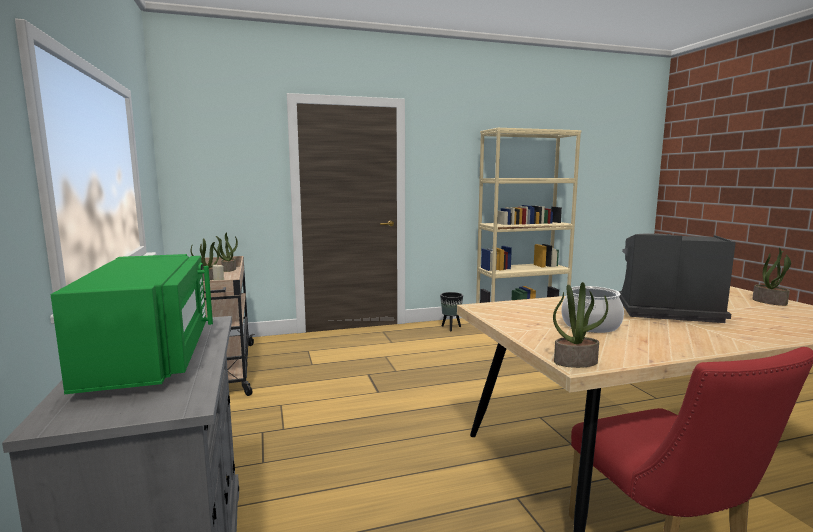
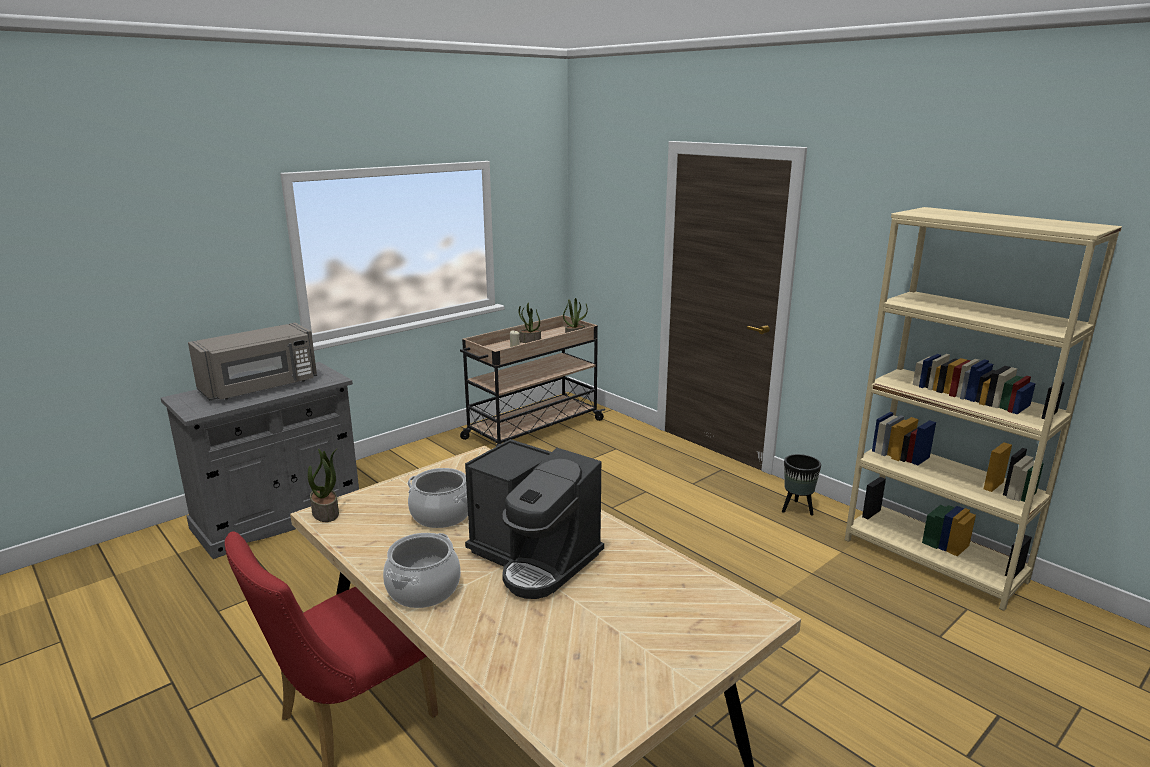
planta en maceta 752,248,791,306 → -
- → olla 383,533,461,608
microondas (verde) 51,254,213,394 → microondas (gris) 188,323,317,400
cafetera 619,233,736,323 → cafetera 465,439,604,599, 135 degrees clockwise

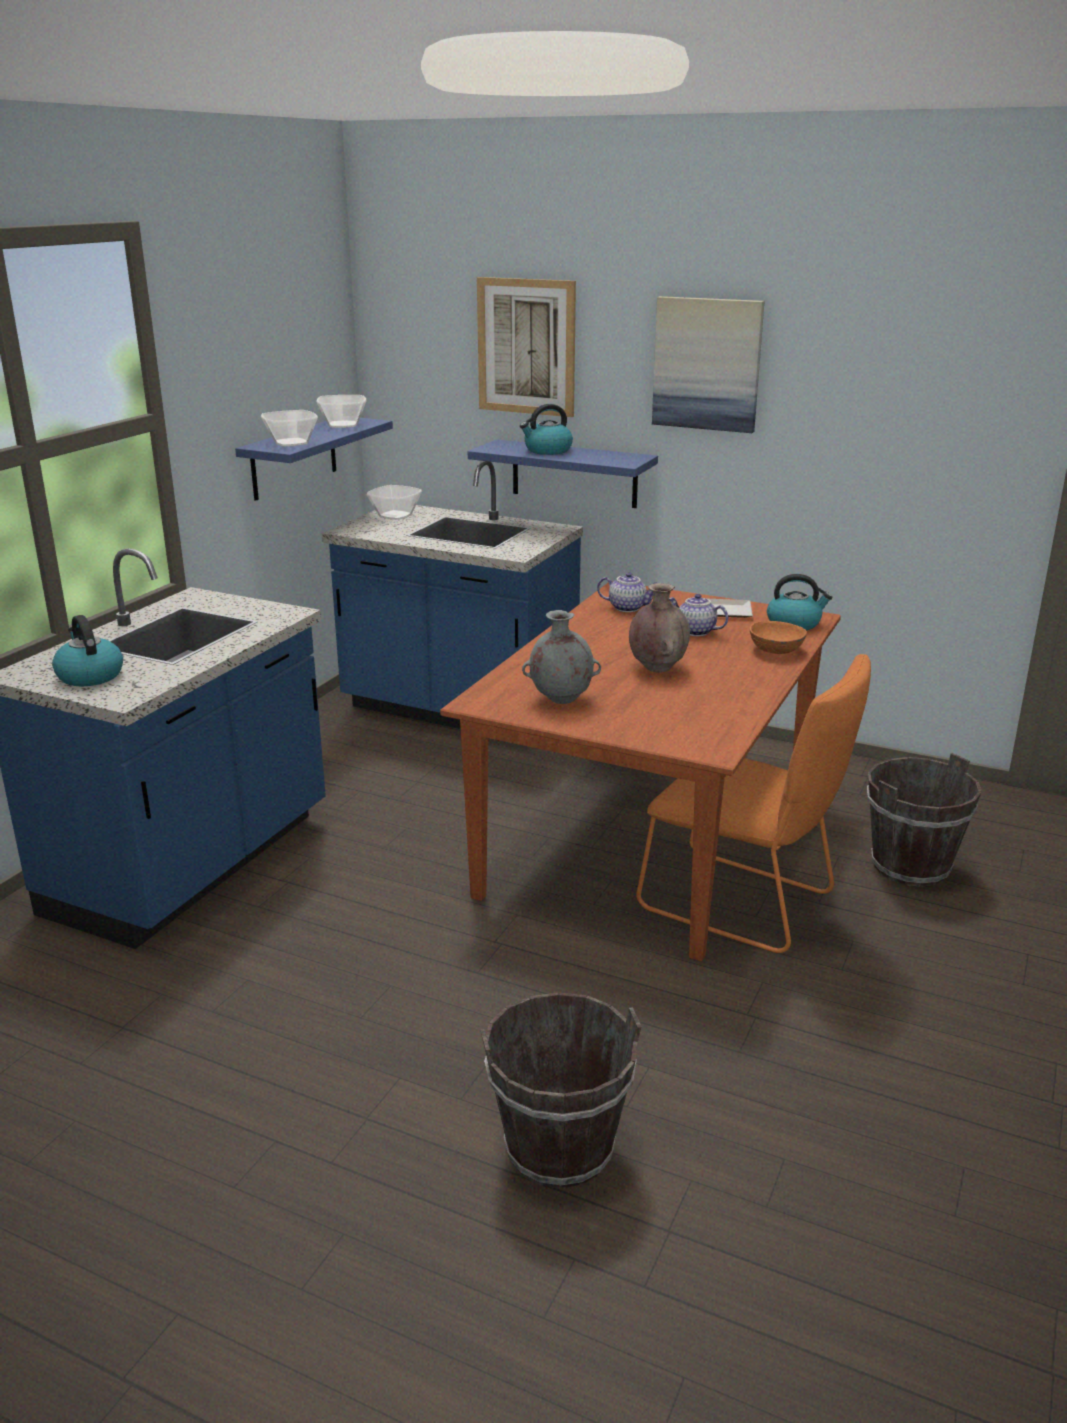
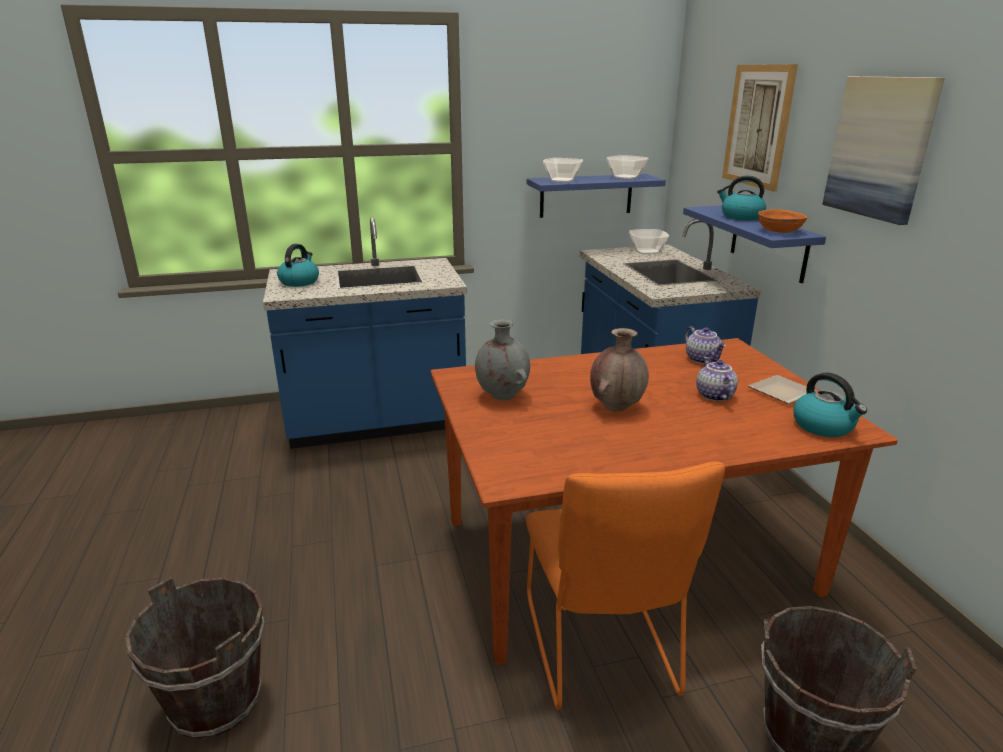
cuenco (naranja) 750,621,807,654 → cuenco (naranja) 758,209,807,233, moved

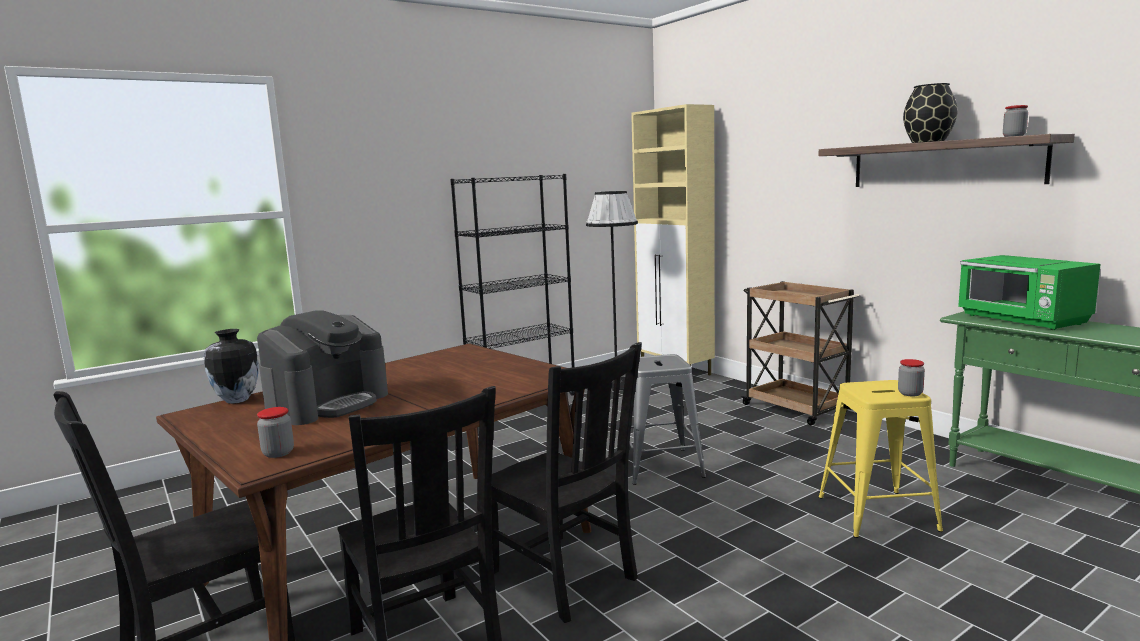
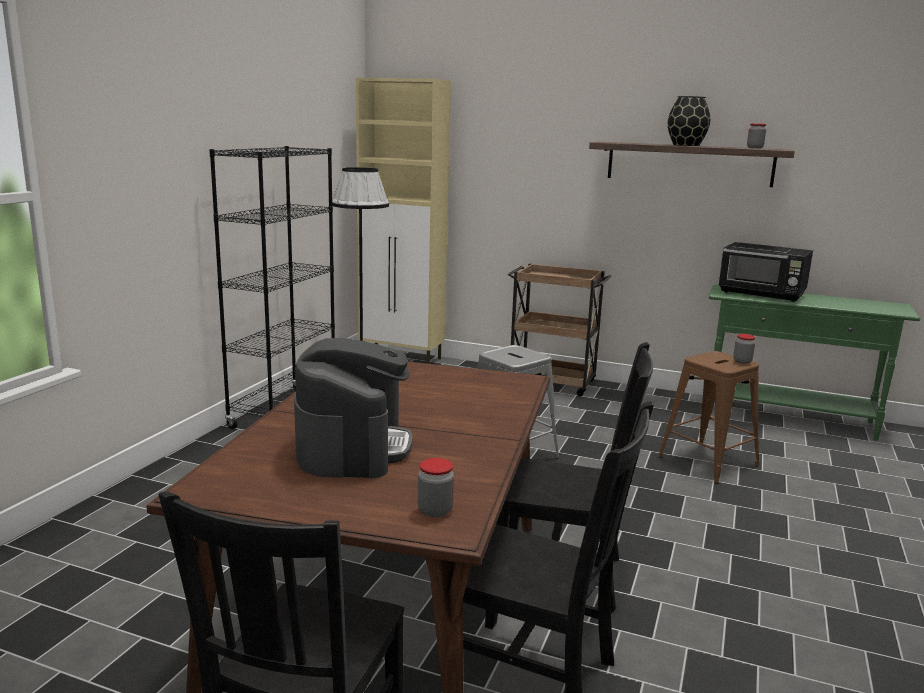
florero 204,329,259,404 → -
taburete (amarillo) 819,380,943,538 → taburete (marrón) 658,351,759,484
microondas (verde) 958,255,1101,330 → microondas (negro) 719,242,813,302

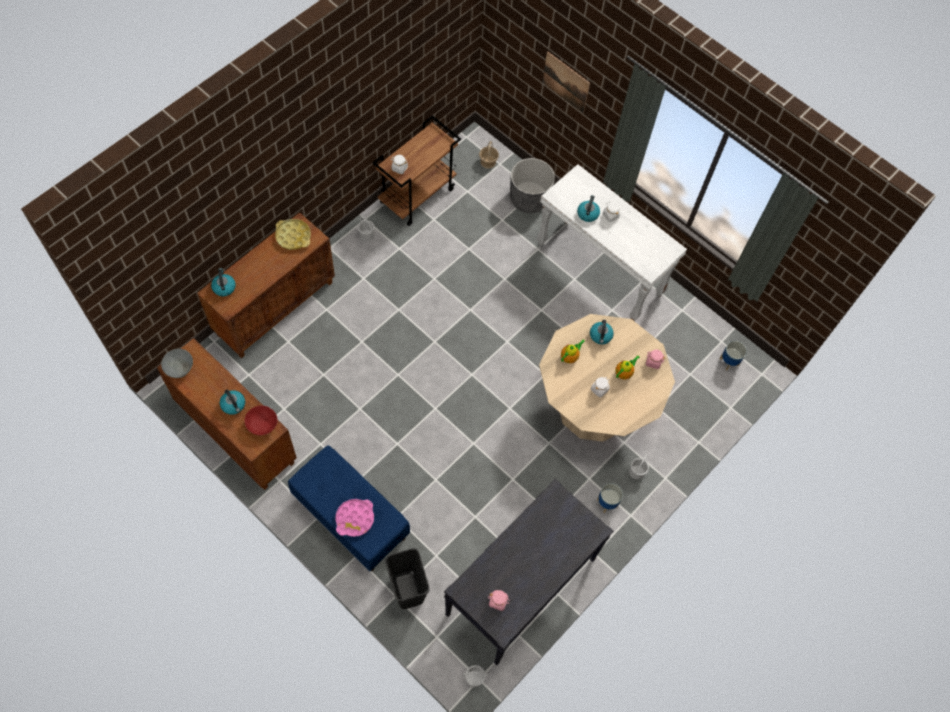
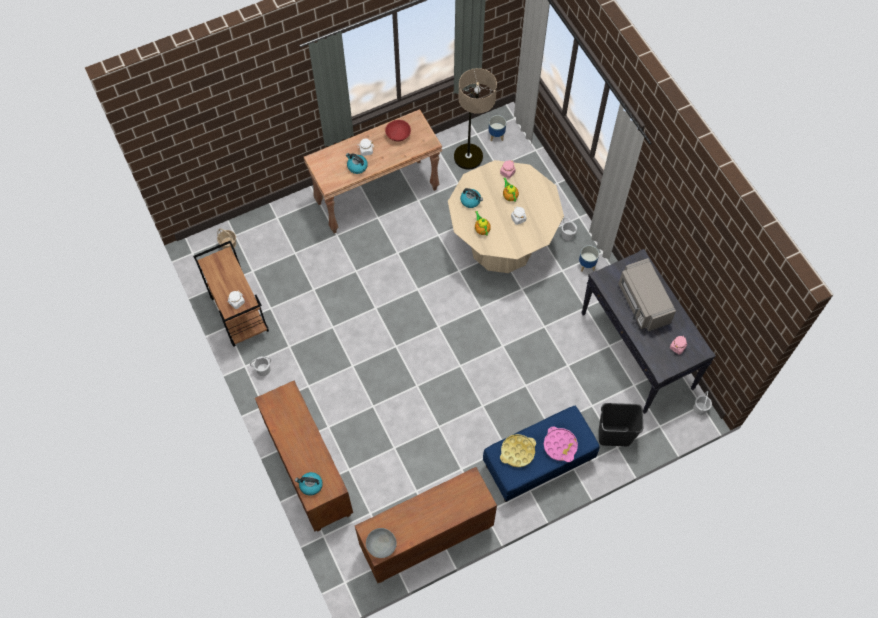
hervidor 220,389,245,415 → -
maceta (gris) 510,158,555,213 → -
cuadro 542,51,590,113 → -
- → lámpara de pie 454,68,497,169
- → microondas (gris) 618,258,676,332
cuenco (rojo) 245,405,278,435 → cuenco (rojo) 385,120,411,142, moved
bandeja (amarillo) 275,219,311,250 → bandeja (amarillo) 500,434,536,467, moved
mesa consola (blanco) 536,164,687,321 → mesa consola (marrón) 304,109,442,233

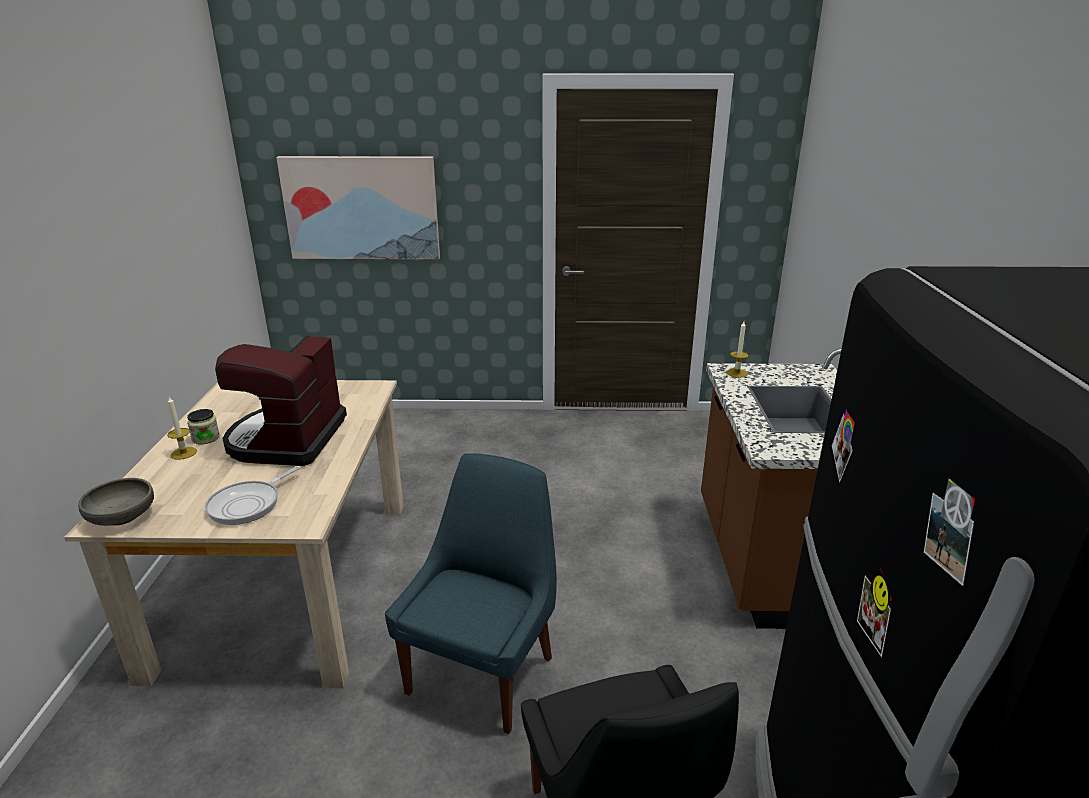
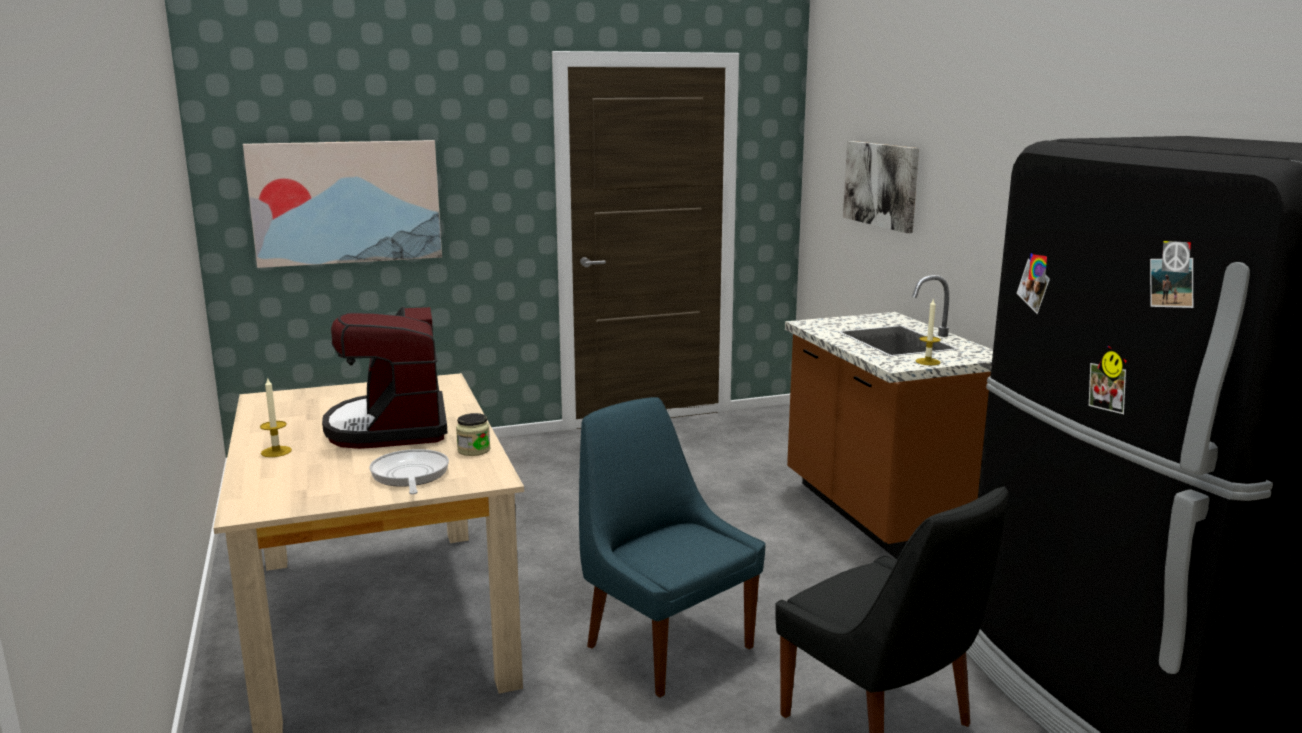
cuenco (gris) 78,478,154,526 → -
- → cuadro 843,141,919,233
tarro 187,409,220,444 → tarro 456,413,490,456, moved
vela 727,321,749,378 → vela 916,298,941,365, moved
sartén 205,466,300,525 → sartén 369,449,449,494, 150 degrees clockwise
silla (azul) 385,453,557,734 → silla (azul) 579,397,766,698, 45 degrees counterclockwise

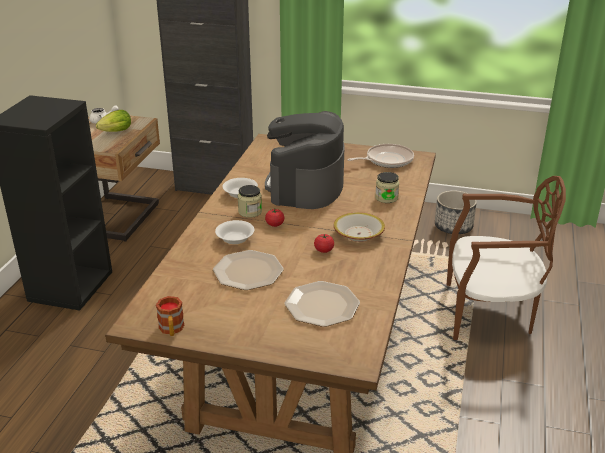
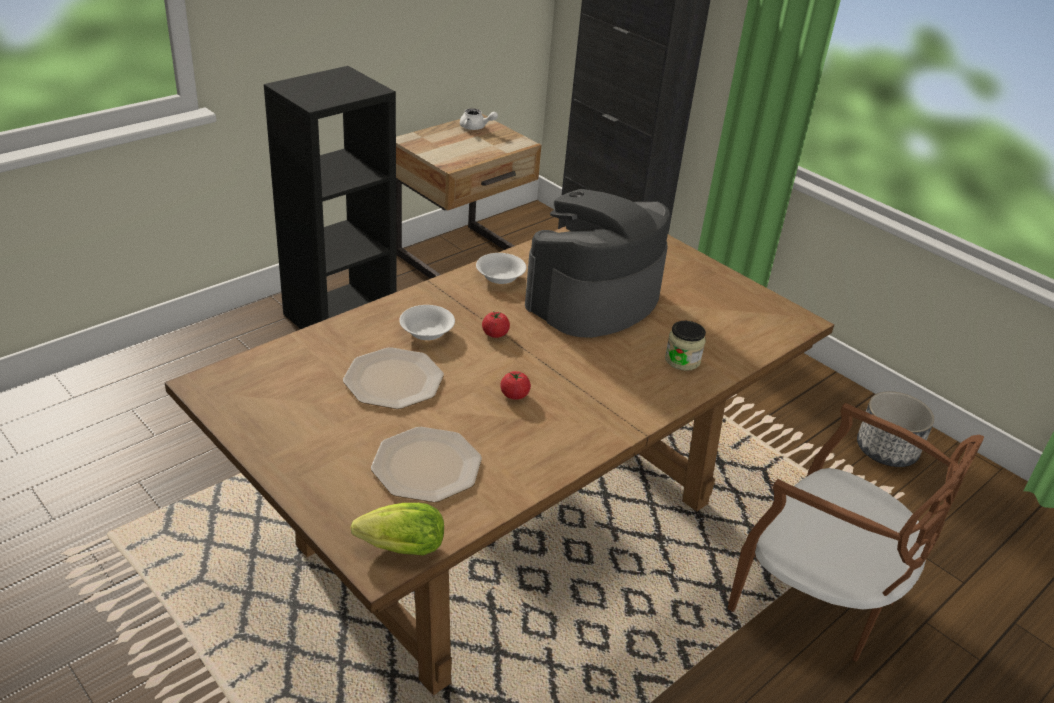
taza grande 156,296,184,336 → -
tarro 238,185,262,218 → -
cuenco 333,212,385,242 → -
sartén 347,144,414,168 → -
lechuga 96,110,131,132 → lechuga 351,503,444,555, moved

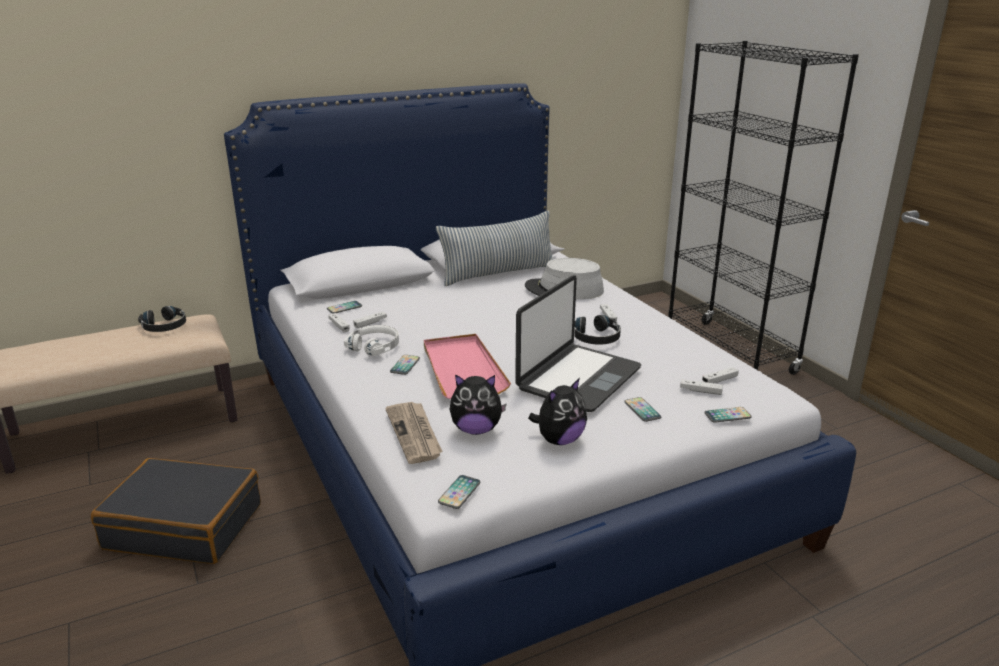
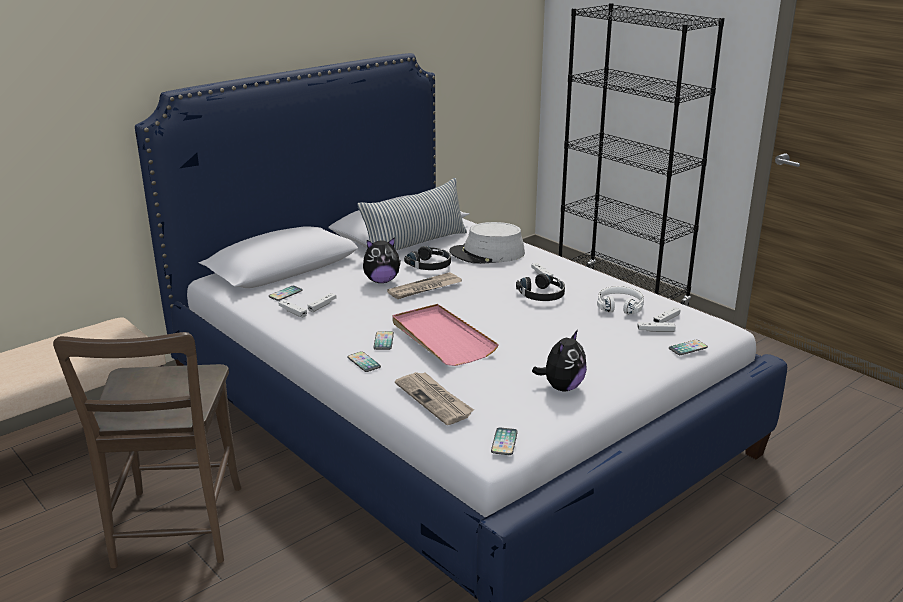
portátil 515,275,641,412 → -
- → periódico 387,272,462,299
auriculares (negro) 138,306,186,332 → auriculares (negro) 404,246,451,270, moved
auriculares (blanco) 344,325,399,356 → auriculares (blanco) 597,286,644,314, moved
peluche 450,374,507,435 → peluche 363,237,401,283, moved
móvil 624,397,661,422 → móvil 347,351,381,372, moved
maleta (negro) 91,458,261,564 → silla (marrón) 53,332,241,569

